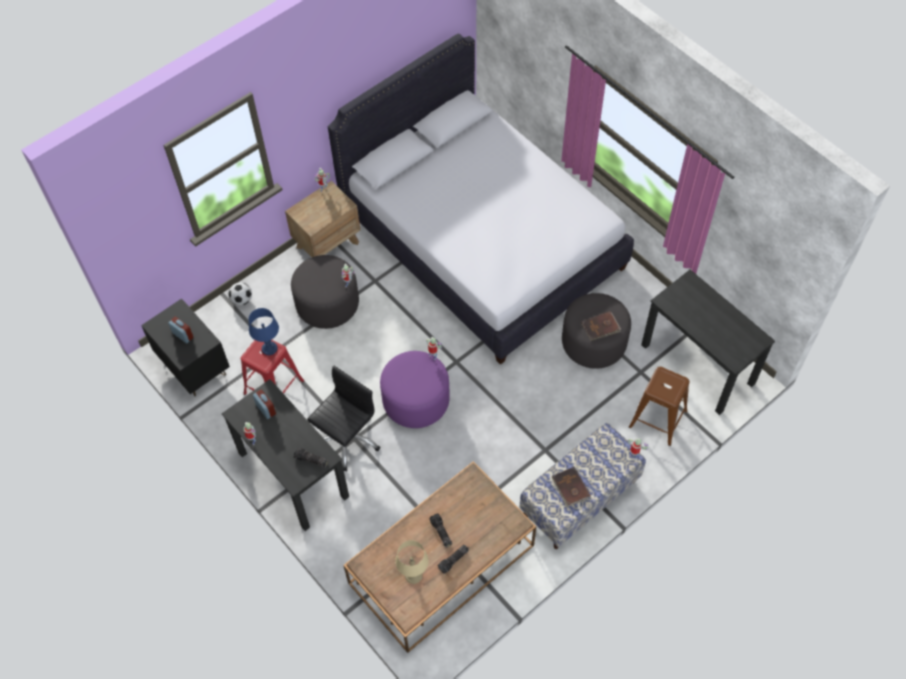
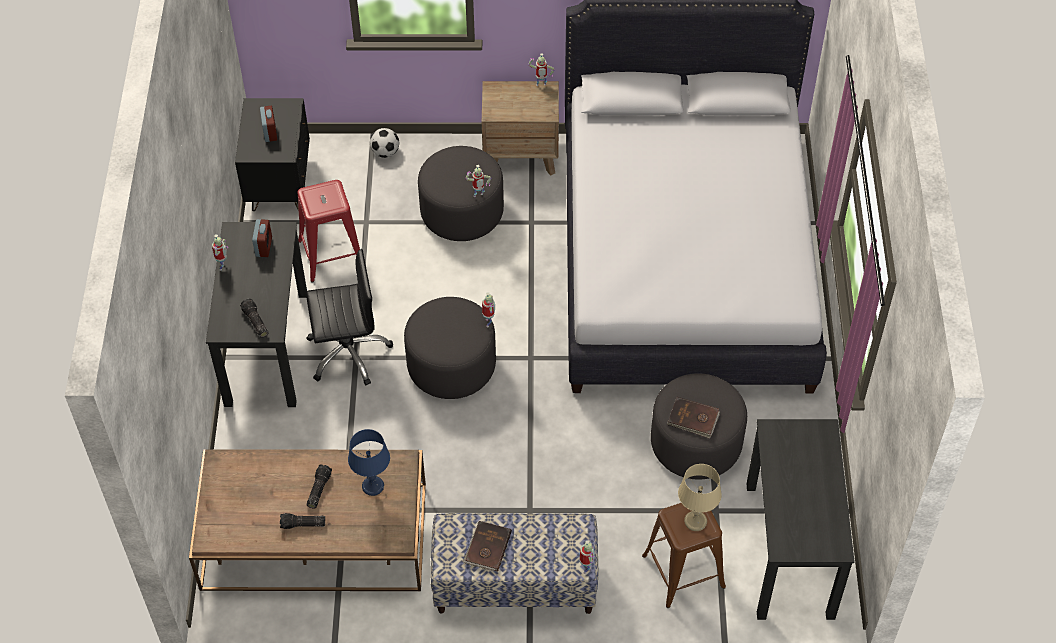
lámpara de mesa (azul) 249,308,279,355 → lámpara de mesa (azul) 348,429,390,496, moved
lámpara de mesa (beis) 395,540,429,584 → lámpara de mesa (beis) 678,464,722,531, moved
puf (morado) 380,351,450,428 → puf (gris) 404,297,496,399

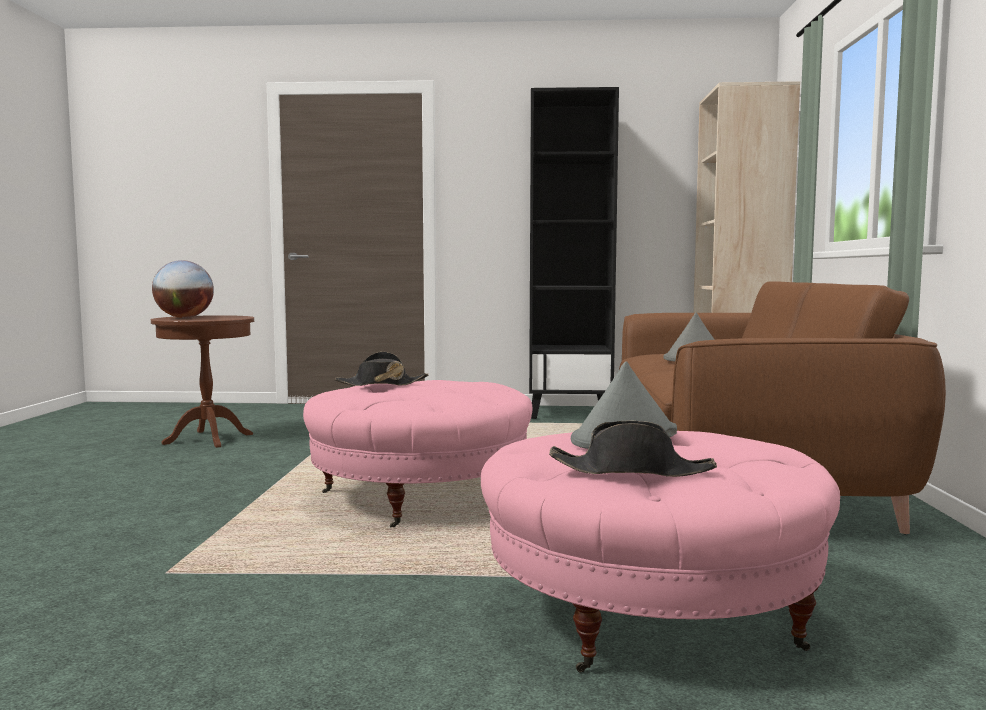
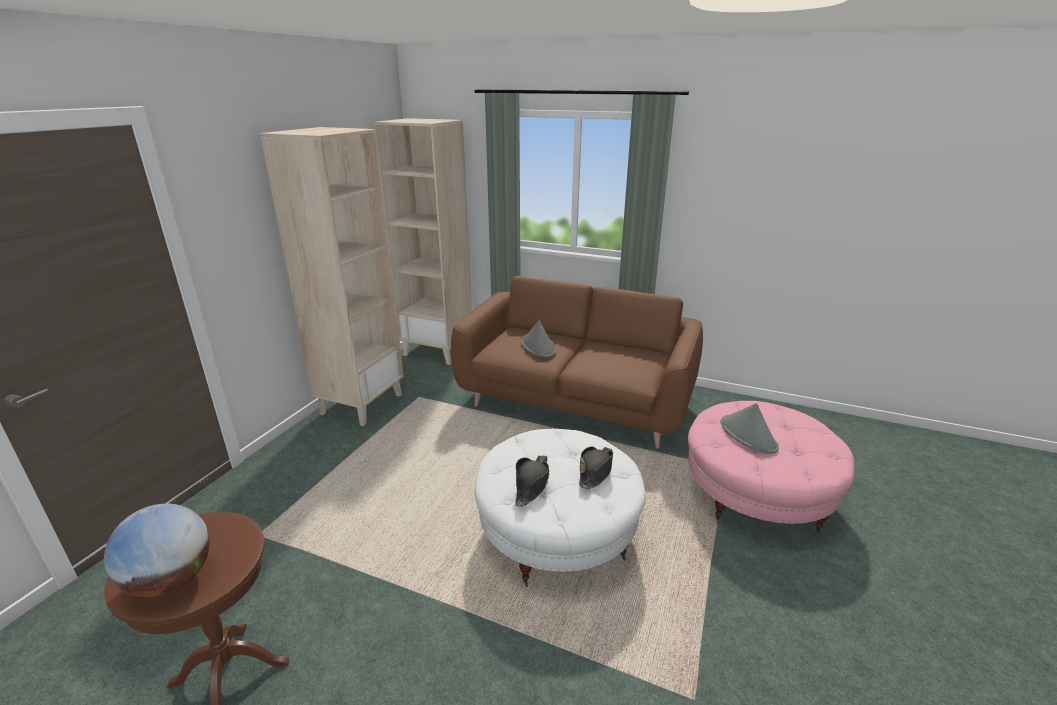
sombrero (negro) 549,420,717,477 → sombrero (negro) 579,446,613,489, moved
puf (rosa) 303,380,533,528 → puf (blanco) 475,429,646,587
estantería (negro) 529,87,619,419 → estantería (beis) 260,127,404,426

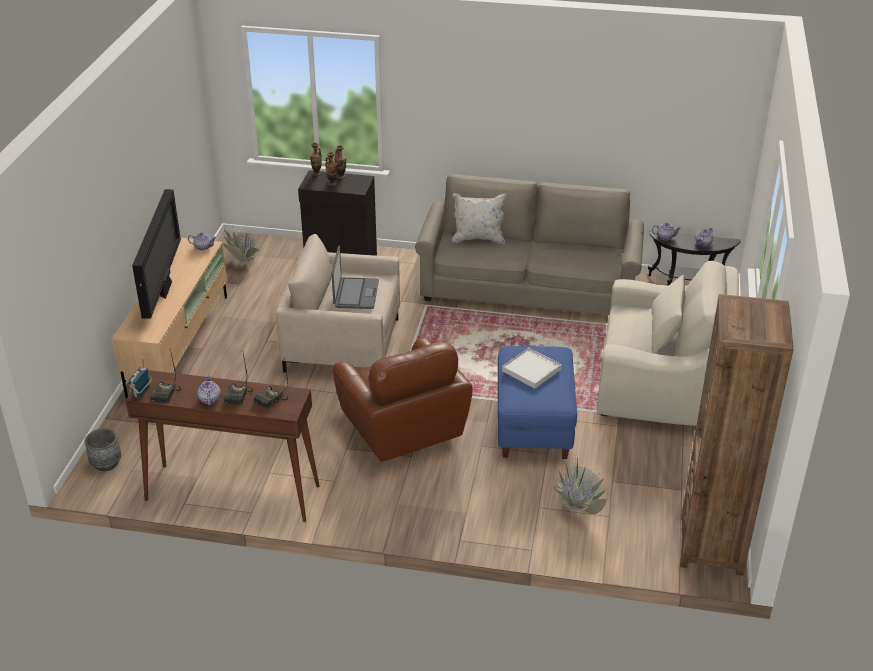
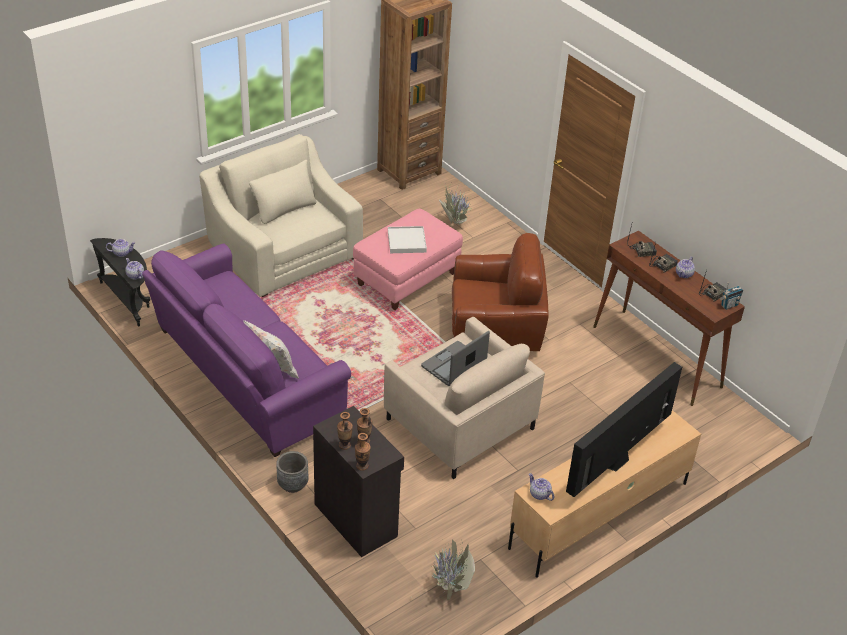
maceta (gris) 85,429,121,471 → maceta (gris) 276,451,308,493, moved
sofá (beis) 415,174,644,315 → sofá (morado) 142,243,351,457
puf (azul) 498,346,577,459 → puf (rosa) 353,209,463,310
sillón (marrón) 333,338,473,462 → sillón (marrón) 452,233,549,351, 75 degrees clockwise

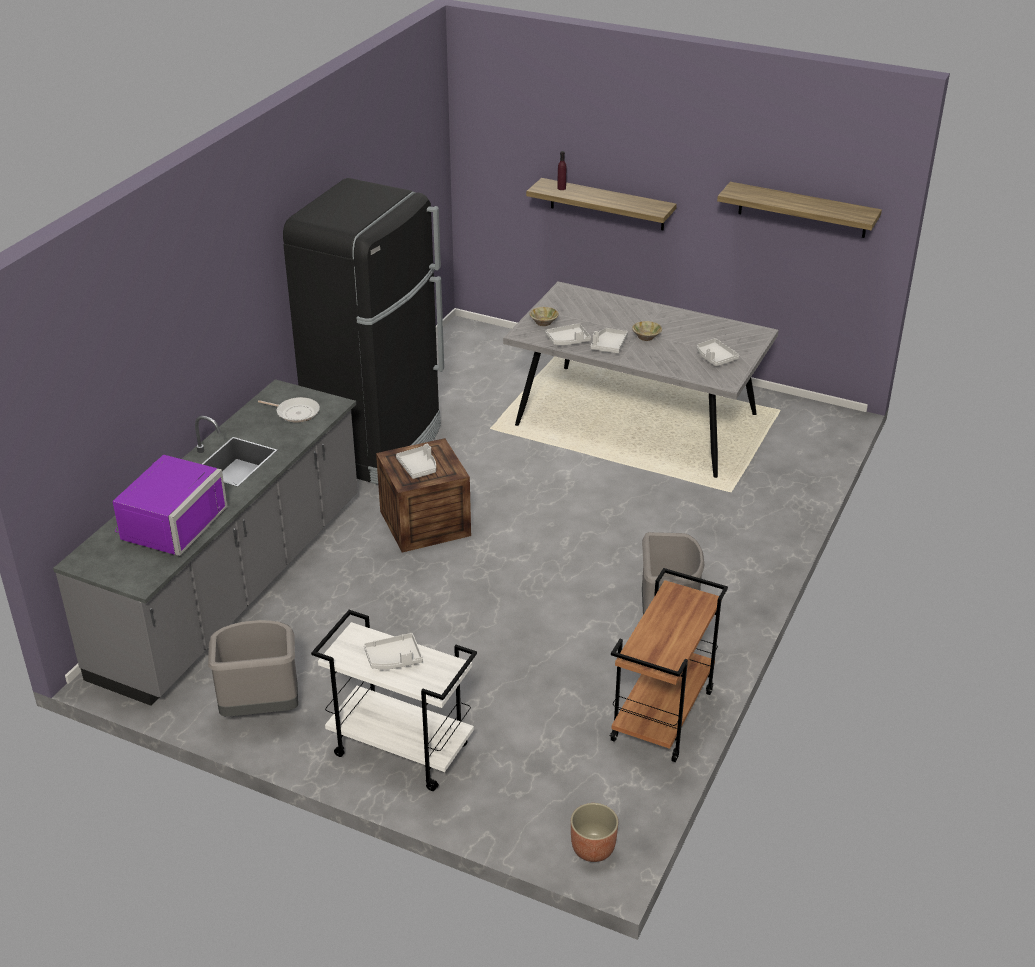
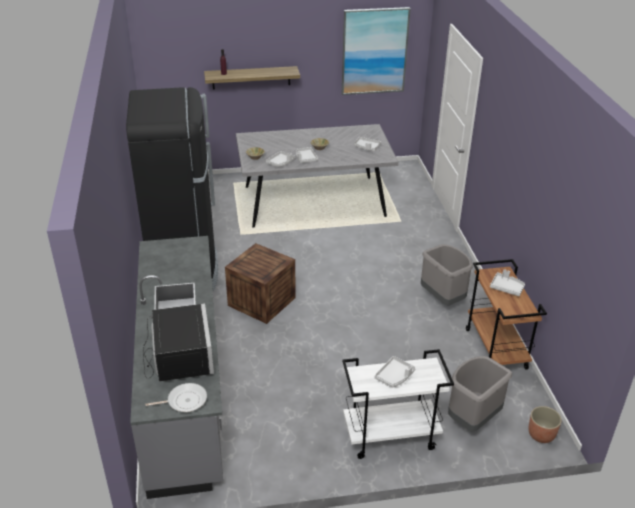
papelera (gris) 208,620,298,717 → papelera (gris) 448,356,512,432, moved
sartén 258,397,320,423 → sartén 146,383,207,412, moved
bandeja (gris) 396,444,436,479 → bandeja (gris) 490,269,525,296, moved
estante 717,182,882,238 → cuadro 342,7,411,95
microondas (morado) 113,455,227,556 → microondas (negro) 143,303,214,382

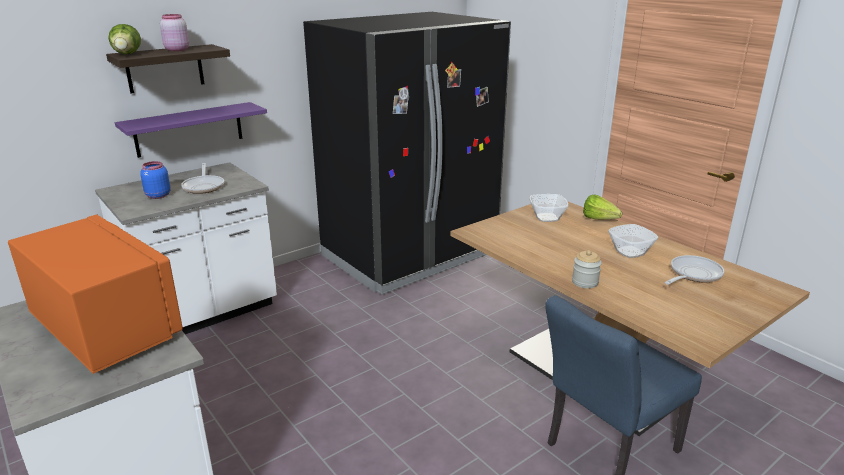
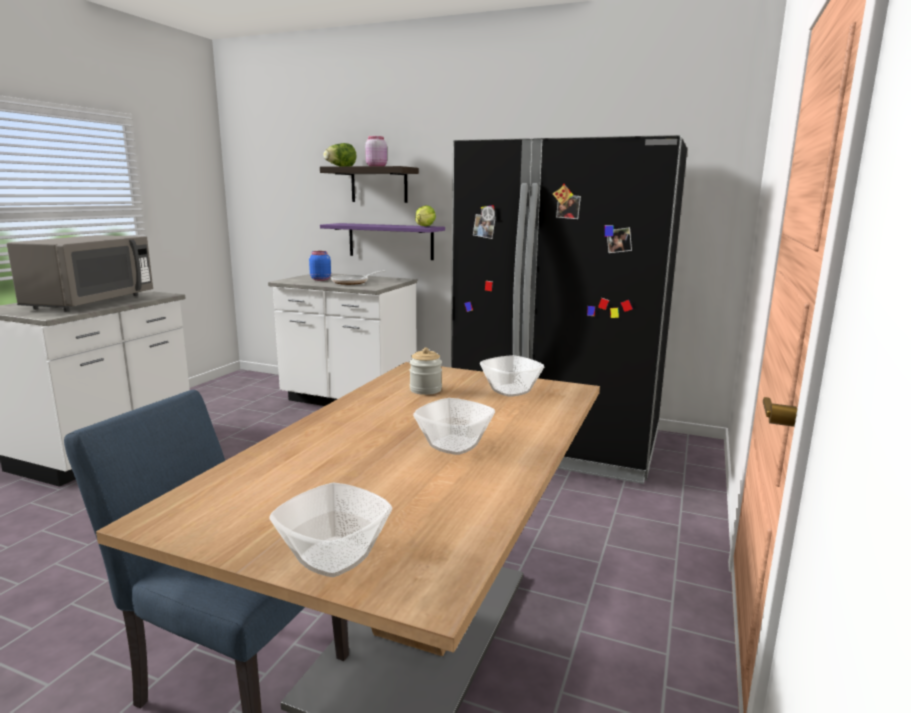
sartén 665,255,725,285 → -
- → cuenco 269,483,392,577
tarro 572,250,602,288 → tarro 409,347,442,395, moved
lechuga 583,194,622,220 → lechuga 415,205,436,226, moved
microondas (naranja) 8,214,183,374 → microondas (gris) 7,235,153,311

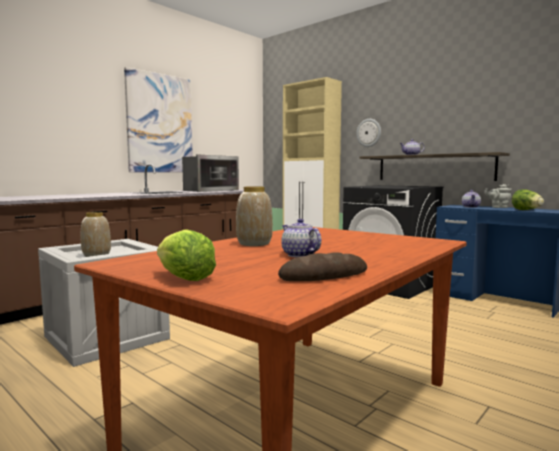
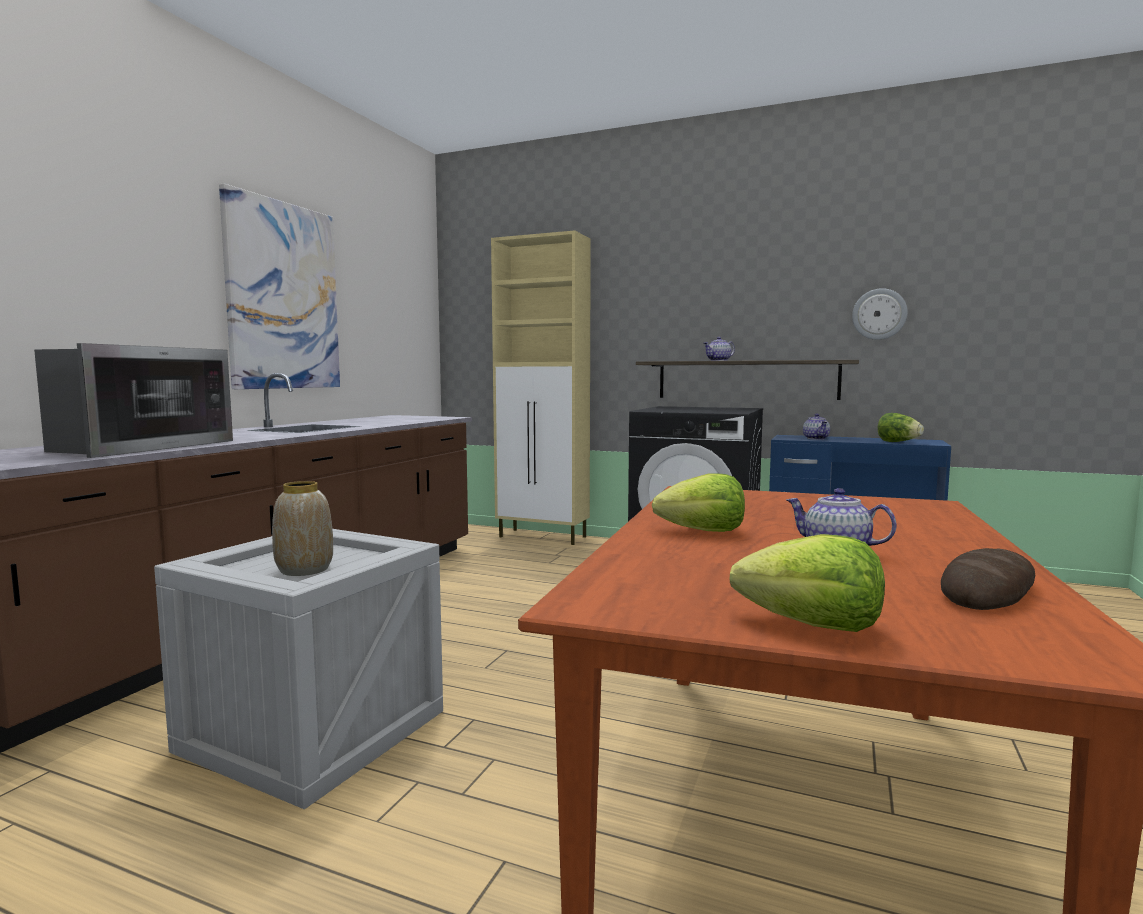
tetera (gris) 484,184,512,208 → -
microondas 182,154,239,192 → microondas 34,343,233,458, moved
reloj de pared 356,119,381,147 → reloj de pared 852,288,908,340, moved
florero 236,186,273,246 → lechuga 652,474,745,532

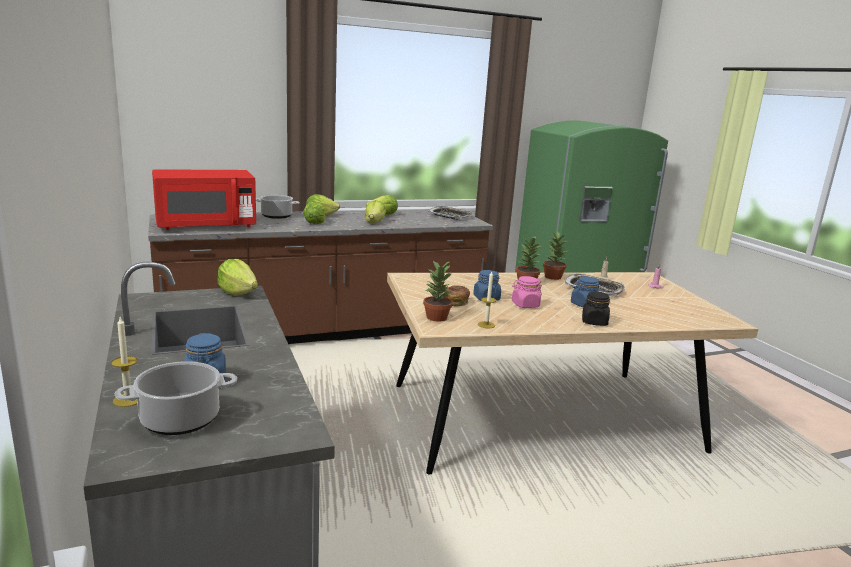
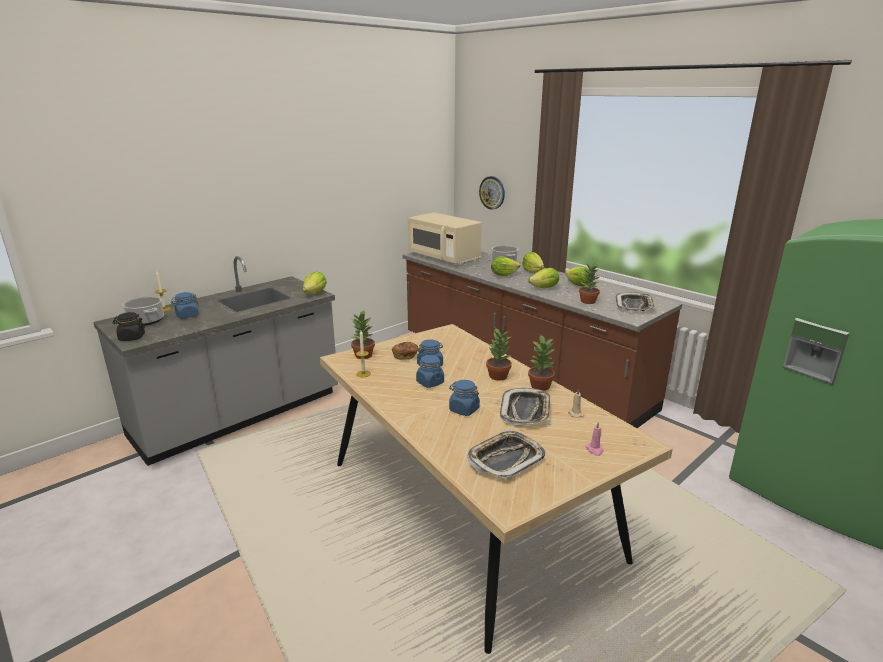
- → bandeja 467,429,545,479
- → reloj de pared 479,176,505,210
- → planta en maceta 579,261,600,304
tarro (negro) 582,291,610,326 → tarro (negro) 113,312,145,341, moved
microondas (rojo) 152,170,256,230 → microondas (beis) 408,213,482,265
tarro (rosa) 512,276,542,308 → tarro (azul) 416,355,444,388

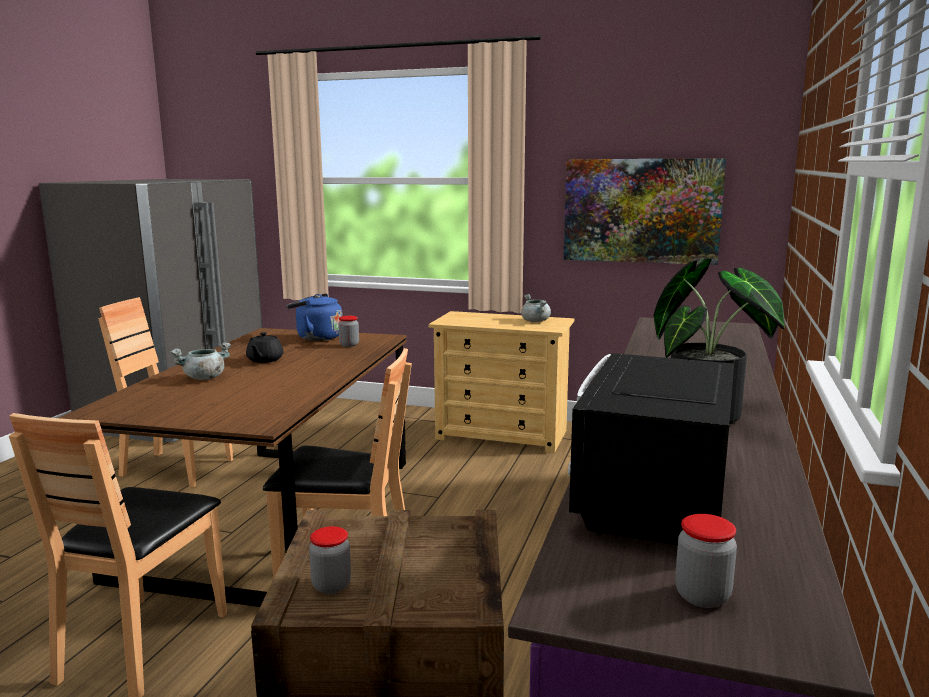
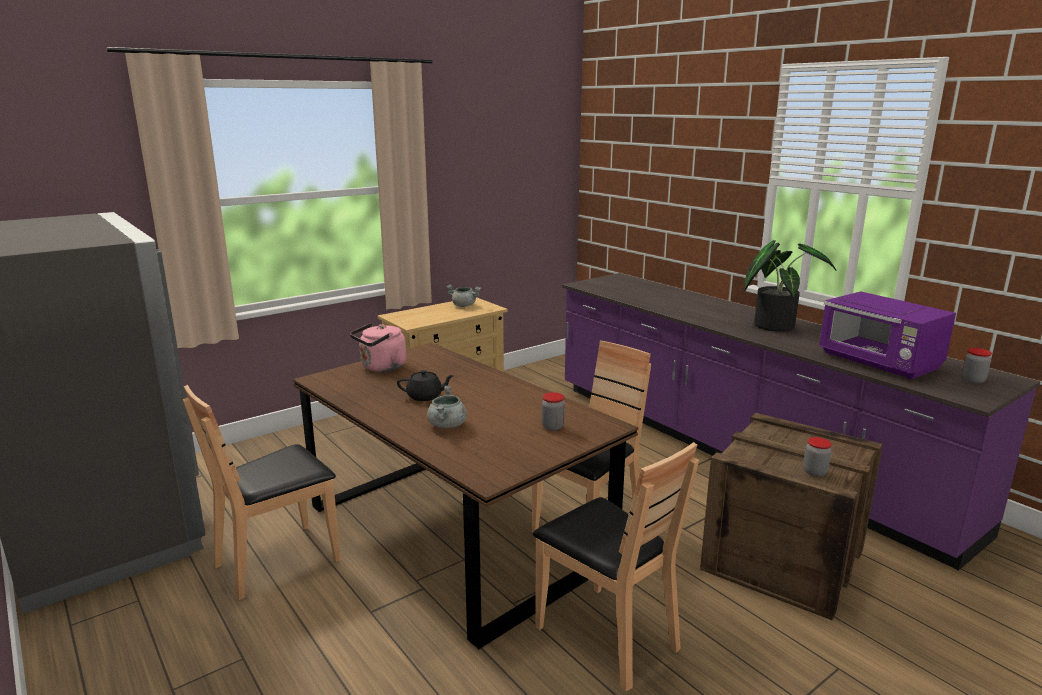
cuadro 564,158,726,265 → -
tarro 338,316,359,347 → tarro 542,392,565,431, moved
hervidor (azul) 286,293,342,341 → hervidor (rosa) 350,323,406,372
microondas (negro) 568,353,734,546 → microondas (morado) 819,291,956,380
tetera (negro) 246,332,284,363 → tetera (negro) 397,370,454,401, 45 degrees counterclockwise

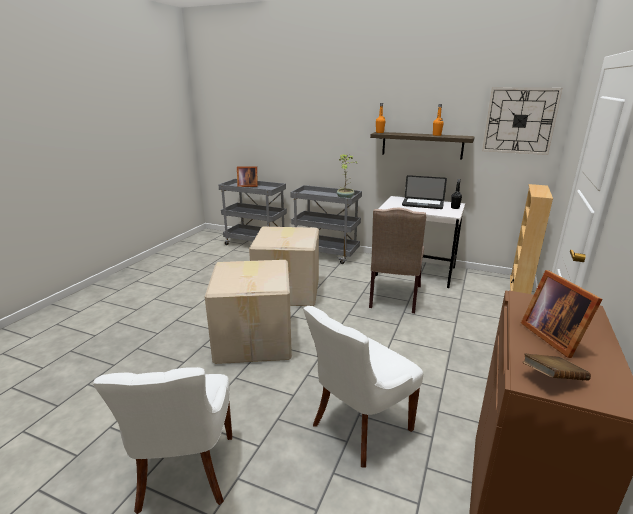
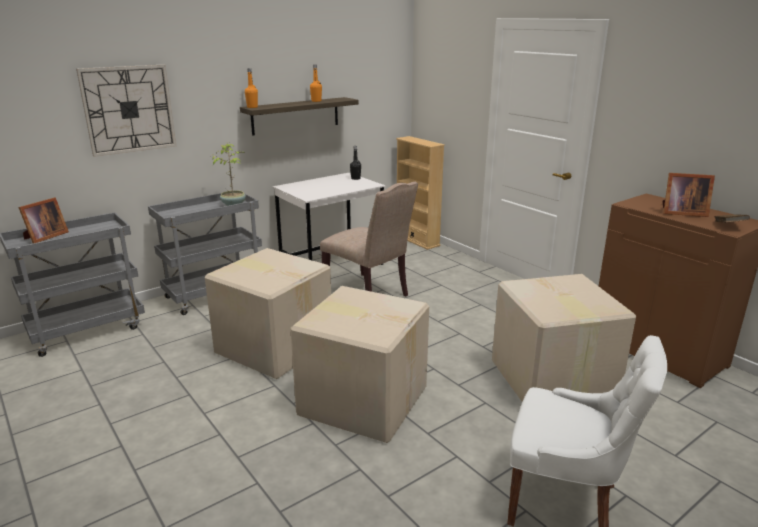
portátil 402,175,447,209 → -
reloj de pared 482,88,562,155 → reloj de pared 76,65,176,157, moved
silla (blanco) 303,306,423,468 → caja de cartón 492,274,636,402

